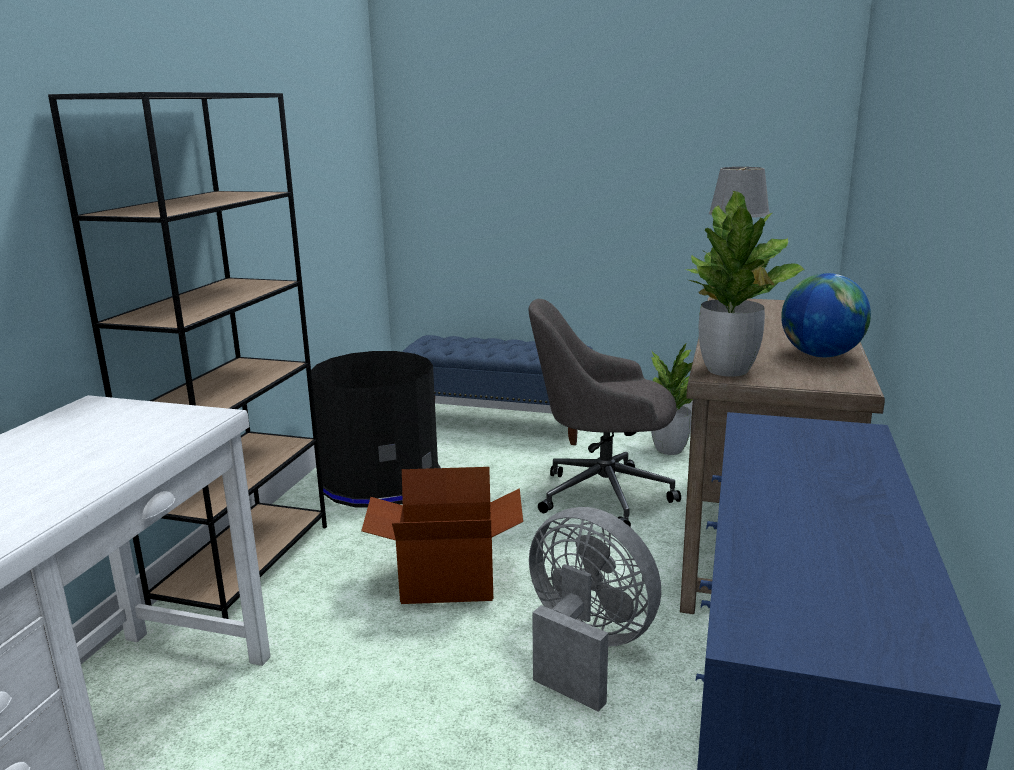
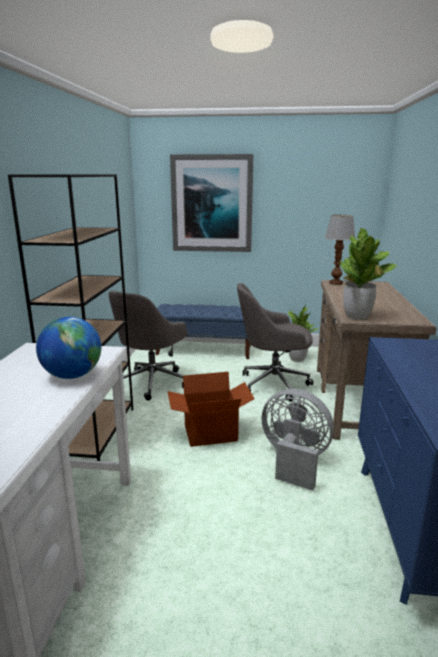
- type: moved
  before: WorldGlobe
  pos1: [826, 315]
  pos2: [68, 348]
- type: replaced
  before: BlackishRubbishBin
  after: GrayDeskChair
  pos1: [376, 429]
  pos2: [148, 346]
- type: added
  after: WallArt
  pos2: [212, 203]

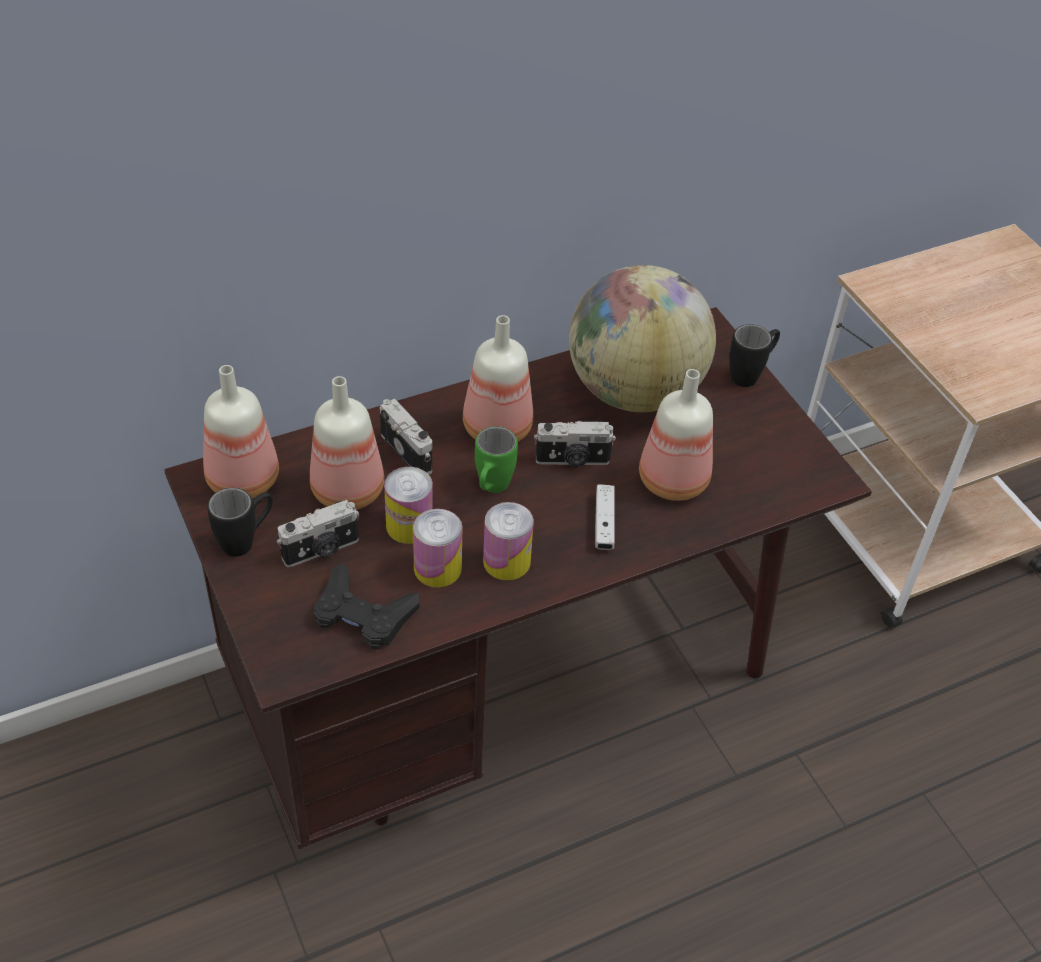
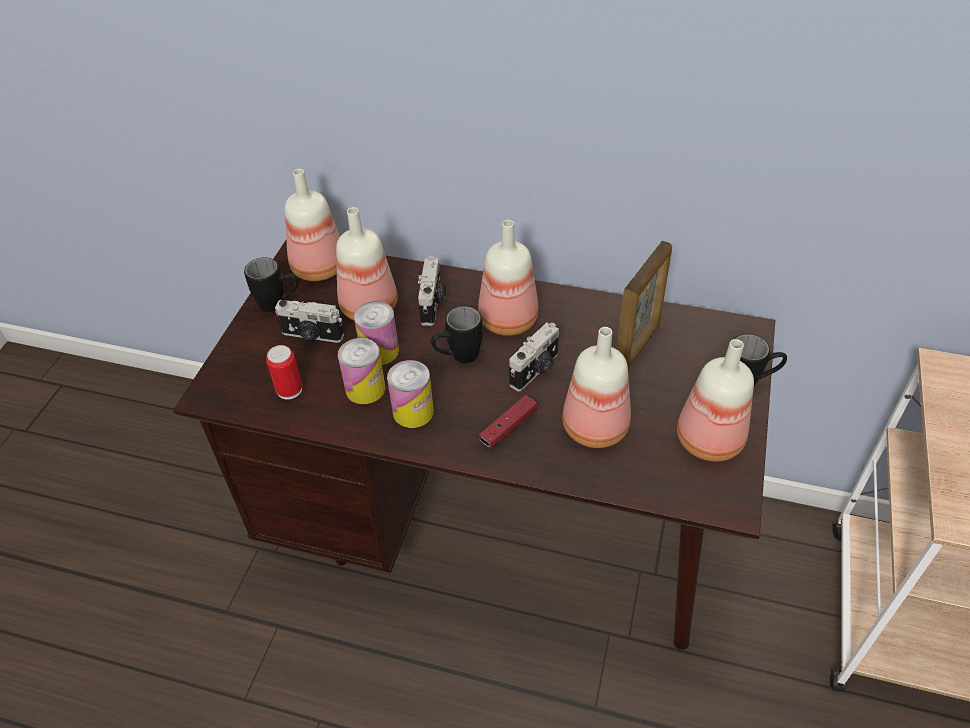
- type: replaced
  before: BlackishGamepad
  after: SealedCan
  pos1: [366, 605]
  pos2: [284, 372]
- type: recoloured
  before: GreenColouredCoffeeMug
  after: BlackishCoffeeMug
  pos1: [496, 459]
  pos2: [457, 335]
- type: recoloured
  before: WhitishGamepad
  after: RedGamepad
  pos1: [605, 517]
  pos2: [508, 421]
- type: turned
  before: PhotoCamera
  pos1: [575, 444]
  pos2: [534, 357]
  turn: -90
- type: replaced
  before: WorldGlobe
  after: PhotoFrame
  pos1: [642, 338]
  pos2: [644, 304]
- type: added
  after: Bottle
  pos2: [715, 400]

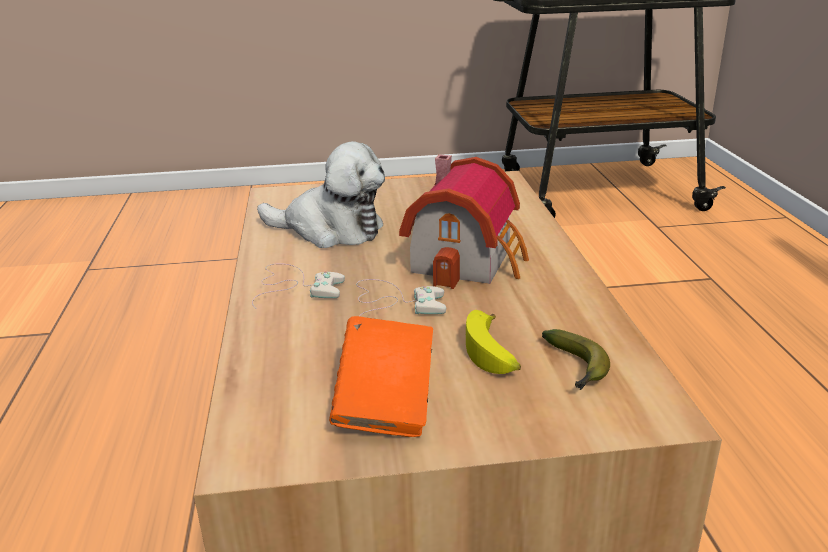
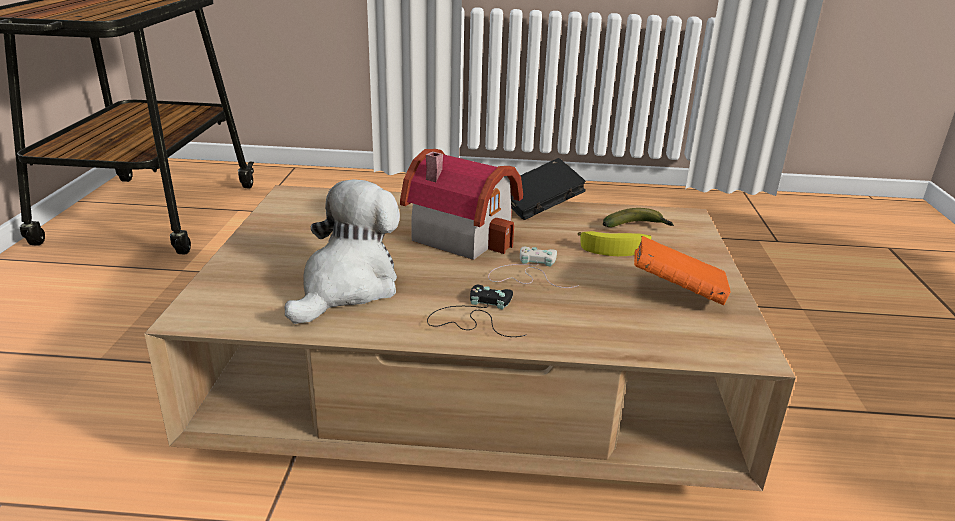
- type: recoloured
  before: WhitishGamepad
  after: BlackishGamepad
  pos1: [298, 286]
  pos2: [476, 311]
- type: added
  after: BlackishVolume
  pos2: [548, 189]

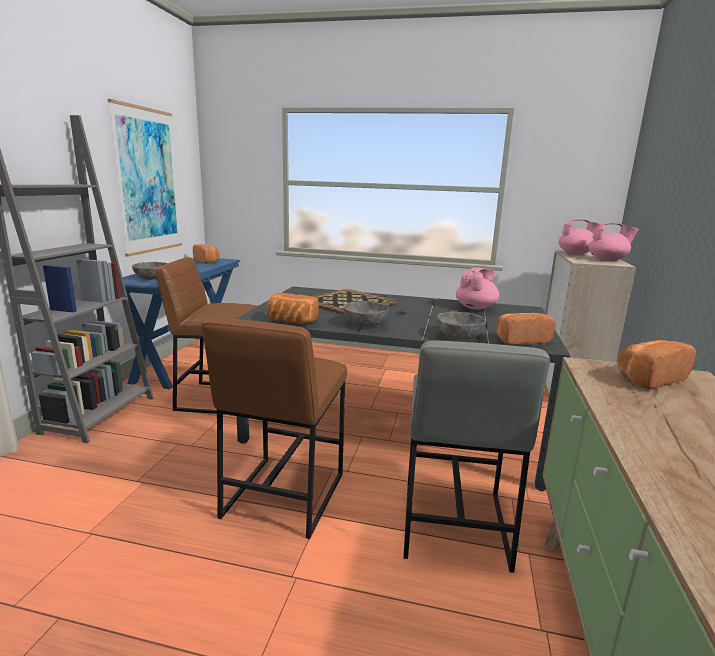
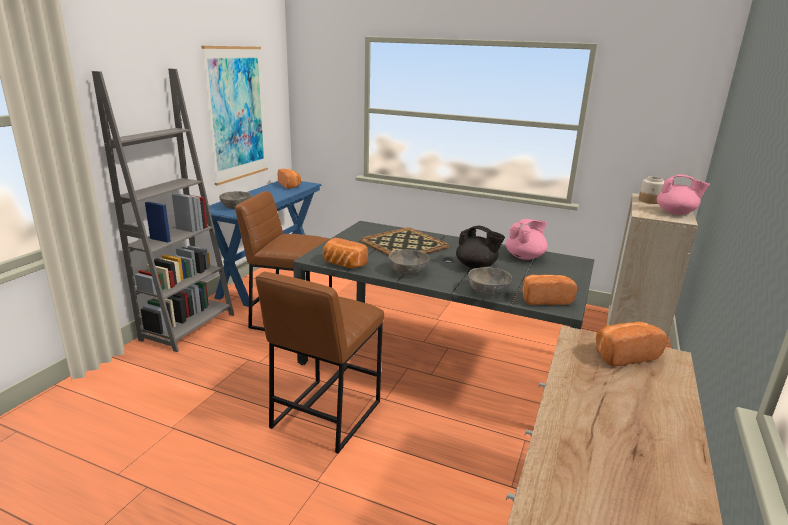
- type: added
  after: BlackishTeaPot
  pos2: [480, 247]
- type: replaced
  before: PinkTeaPot
  after: PreserveJar
  pos1: [581, 237]
  pos2: [651, 190]
- type: removed
  before: GrayUprightChair
  pos1: [476, 456]

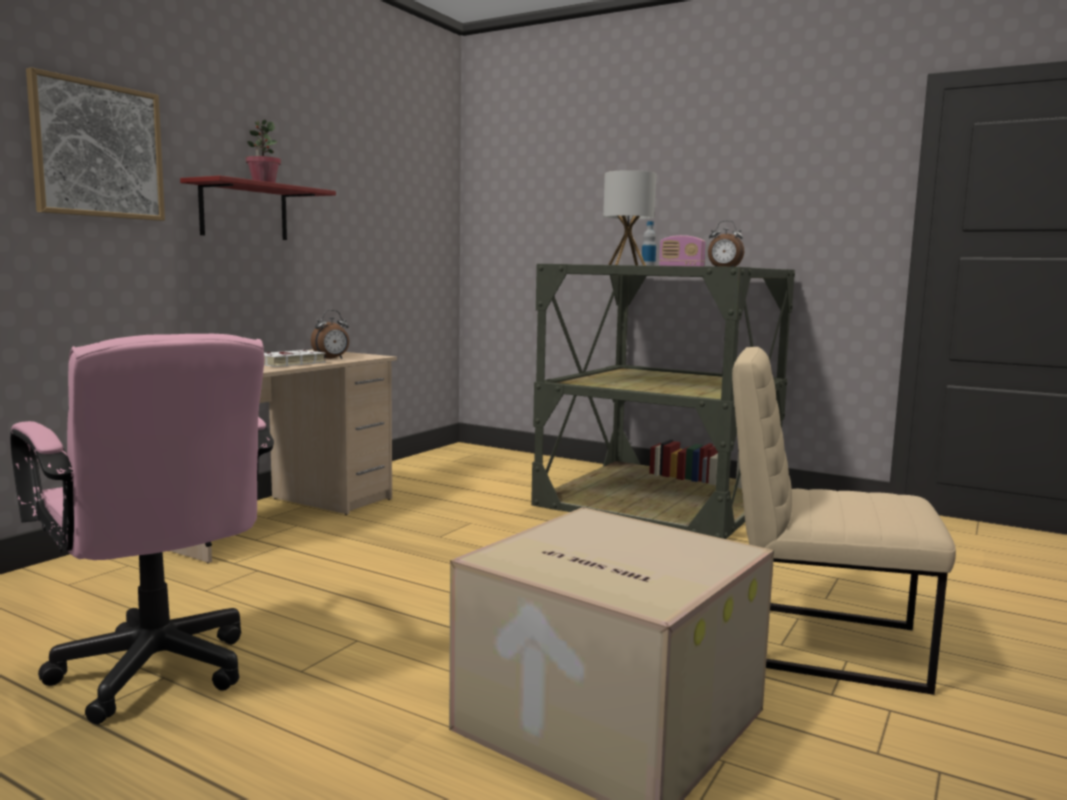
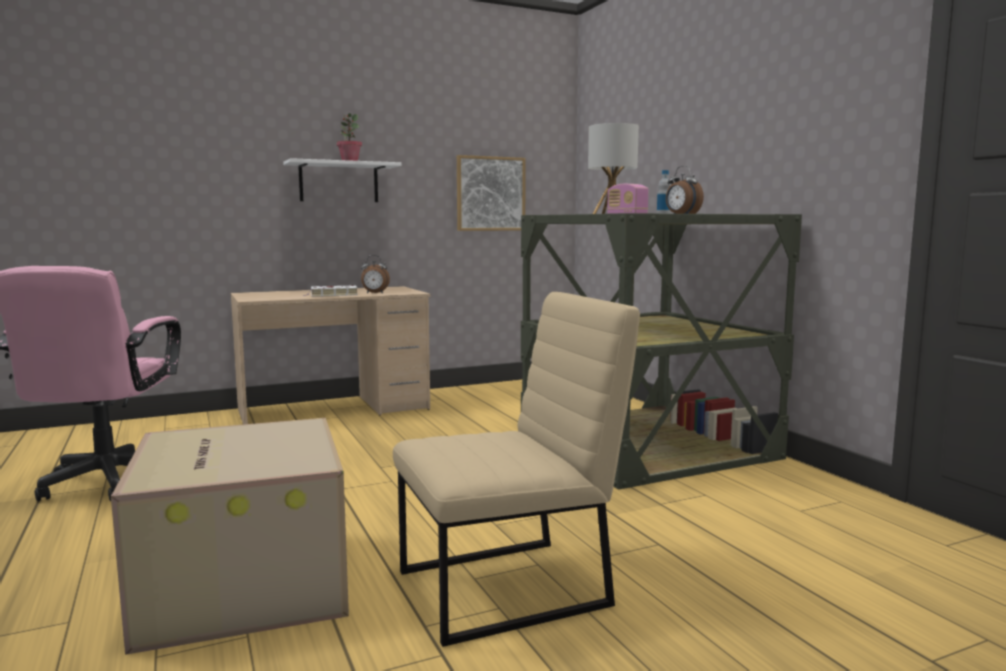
- type: recoloured
  before: RedWallShelf
  after: WhitishWallShelf
  pos1: [258, 208]
  pos2: [342, 180]
- type: turned
  before: SandColouredUprightChair
  pos1: [844, 521]
  pos2: [516, 469]
  turn: 105
- type: moved
  before: WallArt
  pos1: [95, 144]
  pos2: [491, 193]

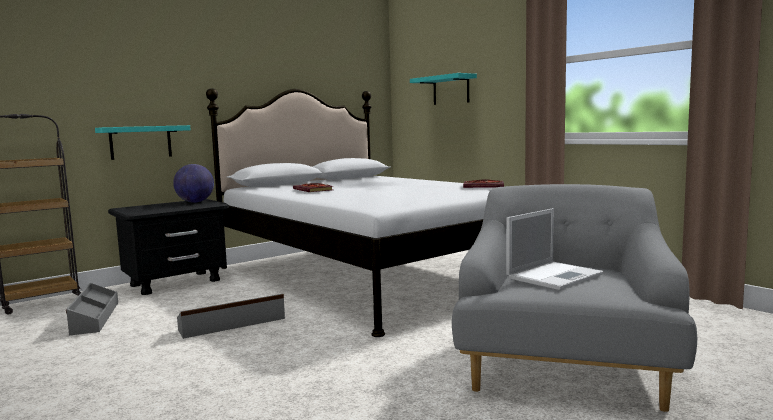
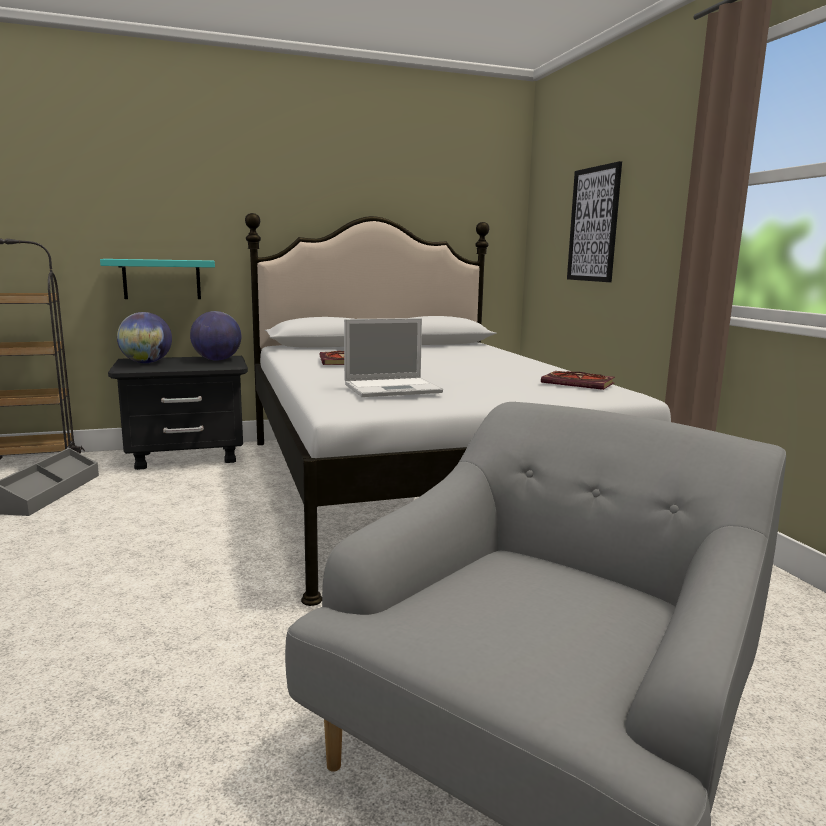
- type: added
  after: WorldGlobe
  pos2: [144, 337]
- type: moved
  before: NotebookComputer
  pos1: [555, 249]
  pos2: [393, 357]
- type: replaced
  before: TurquoiseColouredWallShelf
  after: WallArt
  pos1: [443, 89]
  pos2: [594, 221]
- type: removed
  before: GrayStorageBox
  pos1: [231, 316]

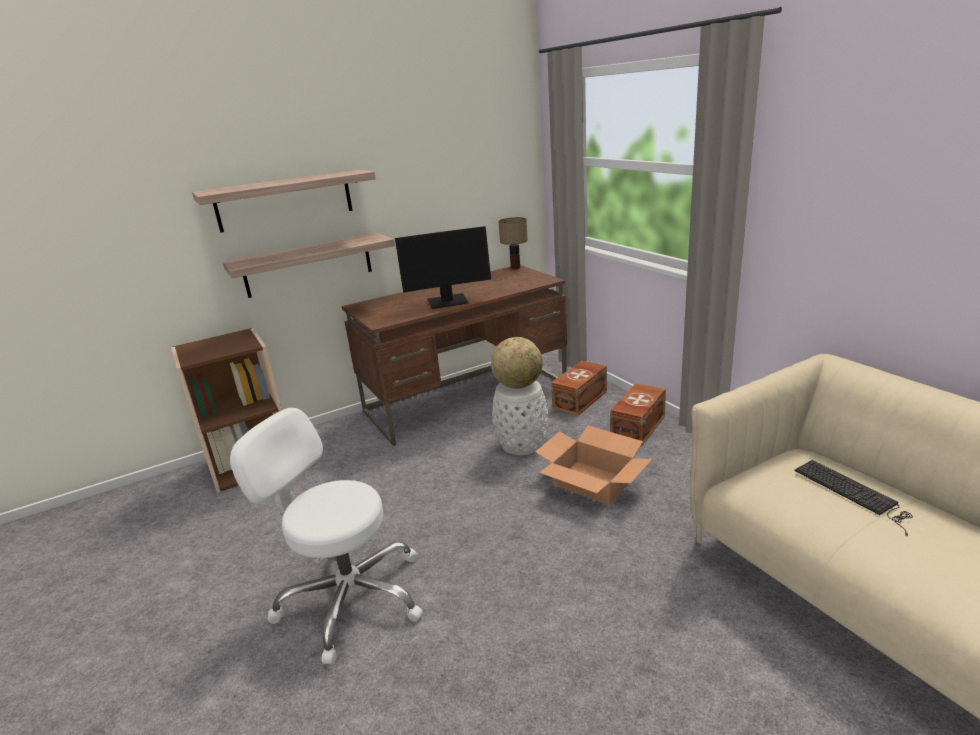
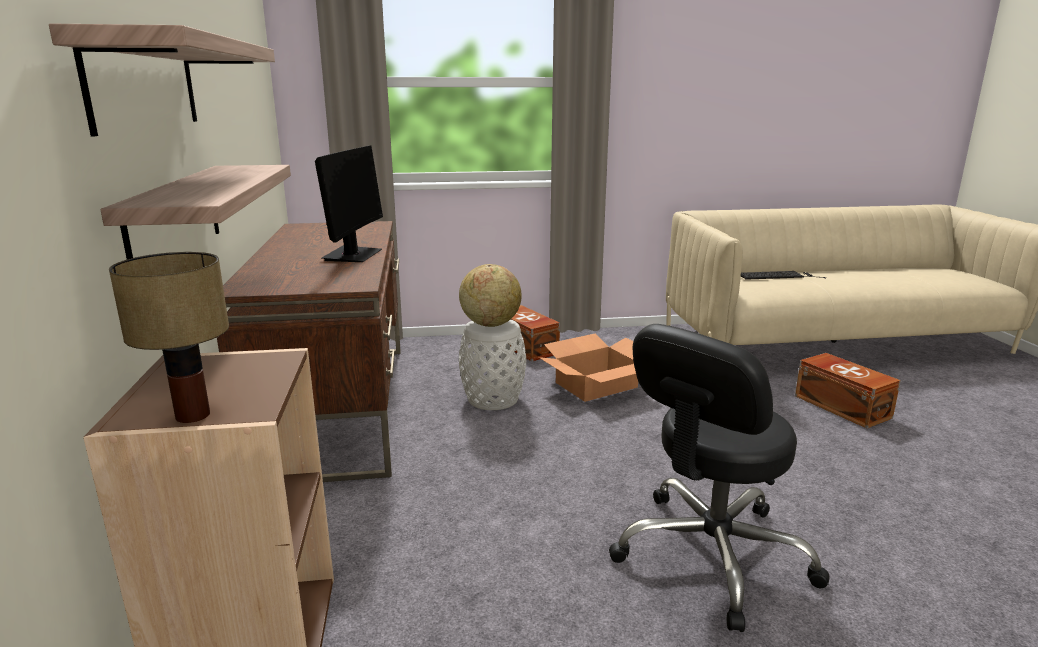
- type: moved
  before: TabletopLamp
  pos1: [513, 243]
  pos2: [169, 337]
- type: recoloured
  before: WhitishDeskChair
  after: BlackishDeskChair
  pos1: [326, 536]
  pos2: [719, 478]
- type: moved
  before: BrownishStorageBox
  pos1: [579, 388]
  pos2: [848, 390]

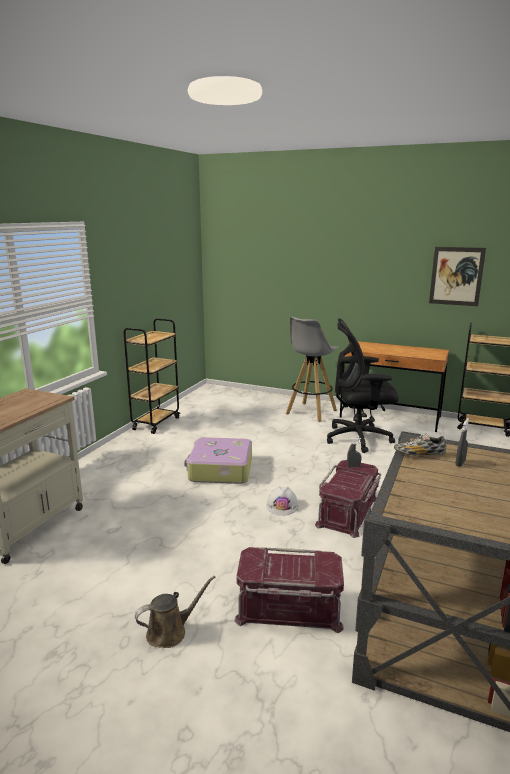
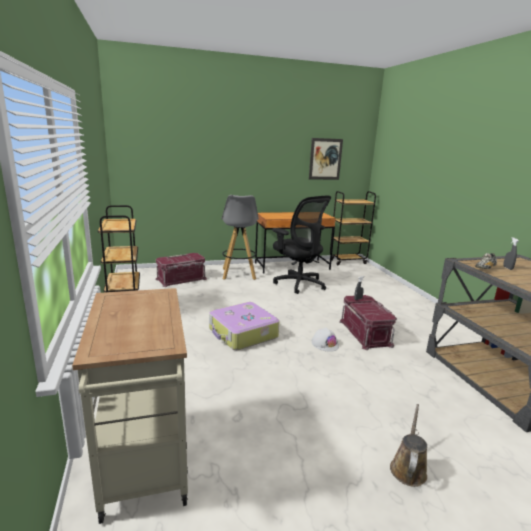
- type: moved
  before: RedStorageBox
  pos1: [289, 590]
  pos2: [181, 270]
- type: turned
  before: BlackishDeskChair
  pos1: [363, 386]
  pos2: [301, 245]
  turn: -90

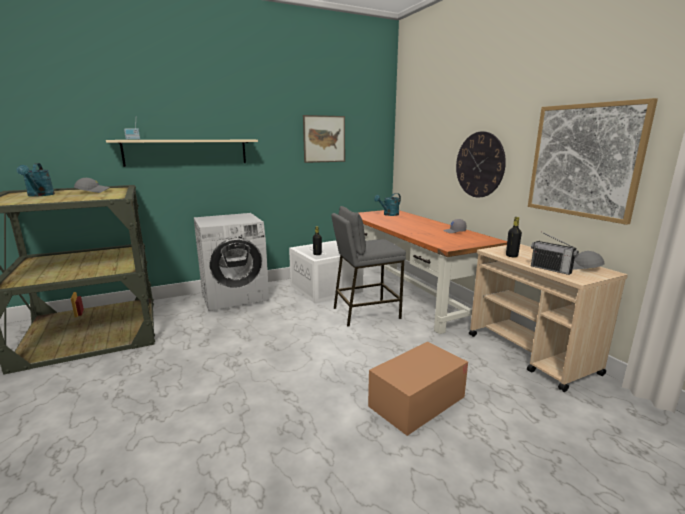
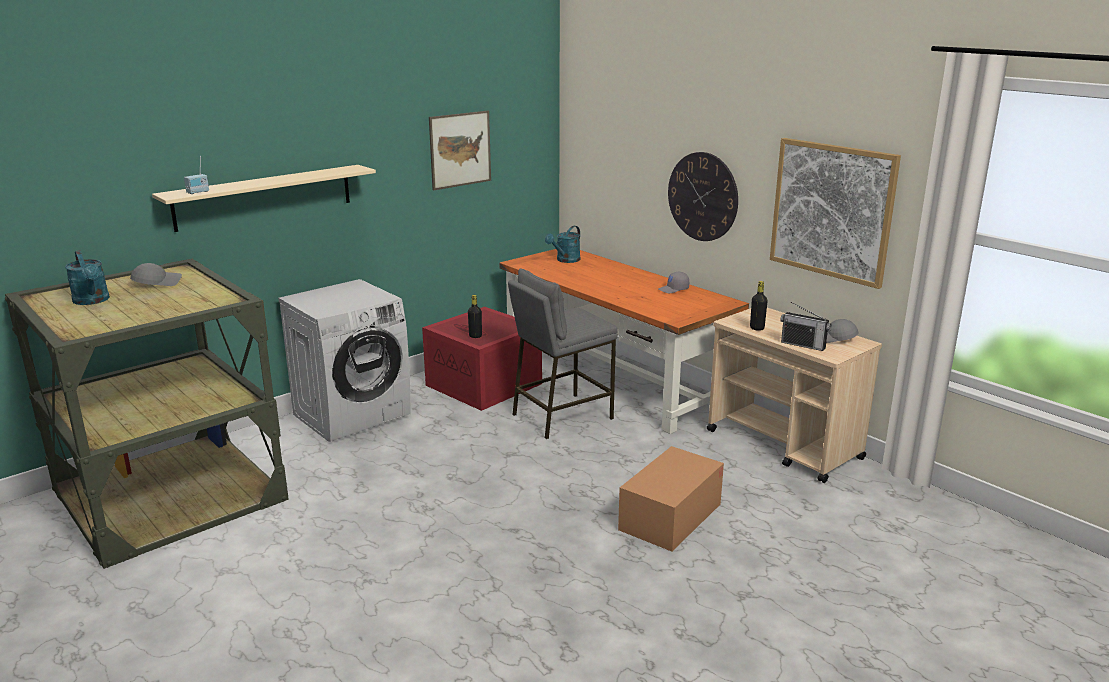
- type: recoloured
  before: WhitishStorageBox
  after: RedStorageBox
  pos1: [326, 272]
  pos2: [482, 359]

